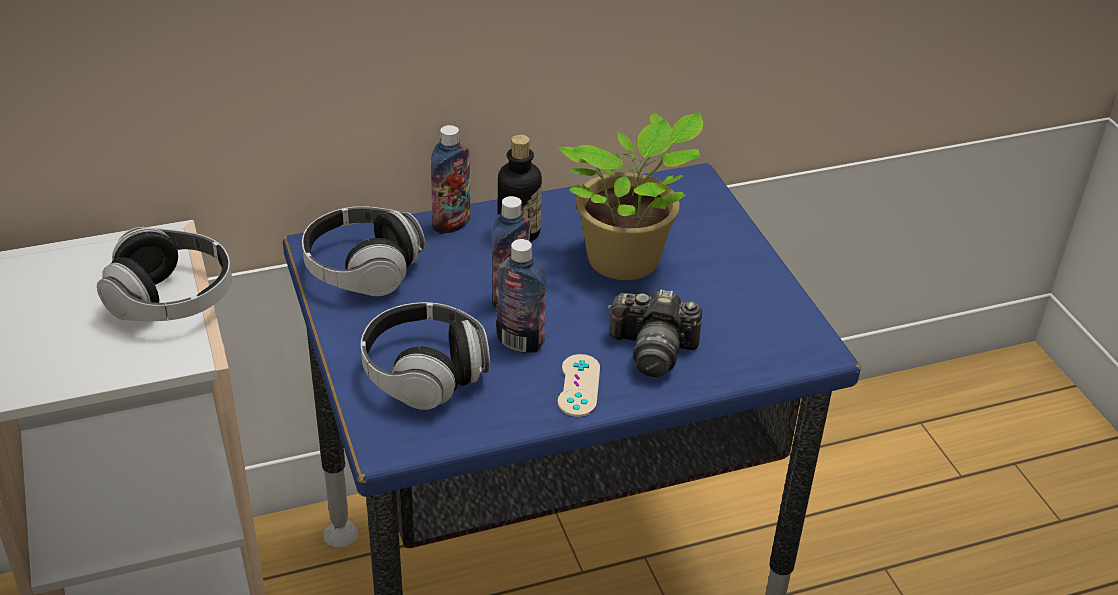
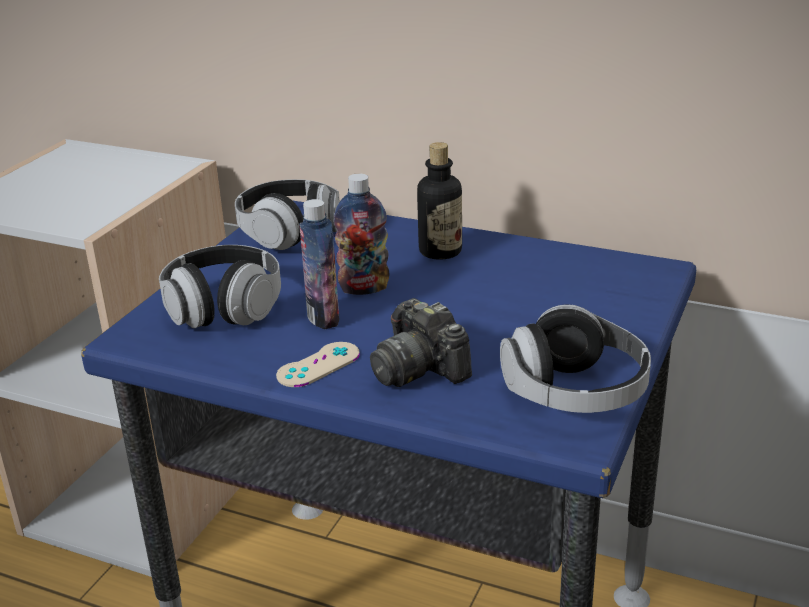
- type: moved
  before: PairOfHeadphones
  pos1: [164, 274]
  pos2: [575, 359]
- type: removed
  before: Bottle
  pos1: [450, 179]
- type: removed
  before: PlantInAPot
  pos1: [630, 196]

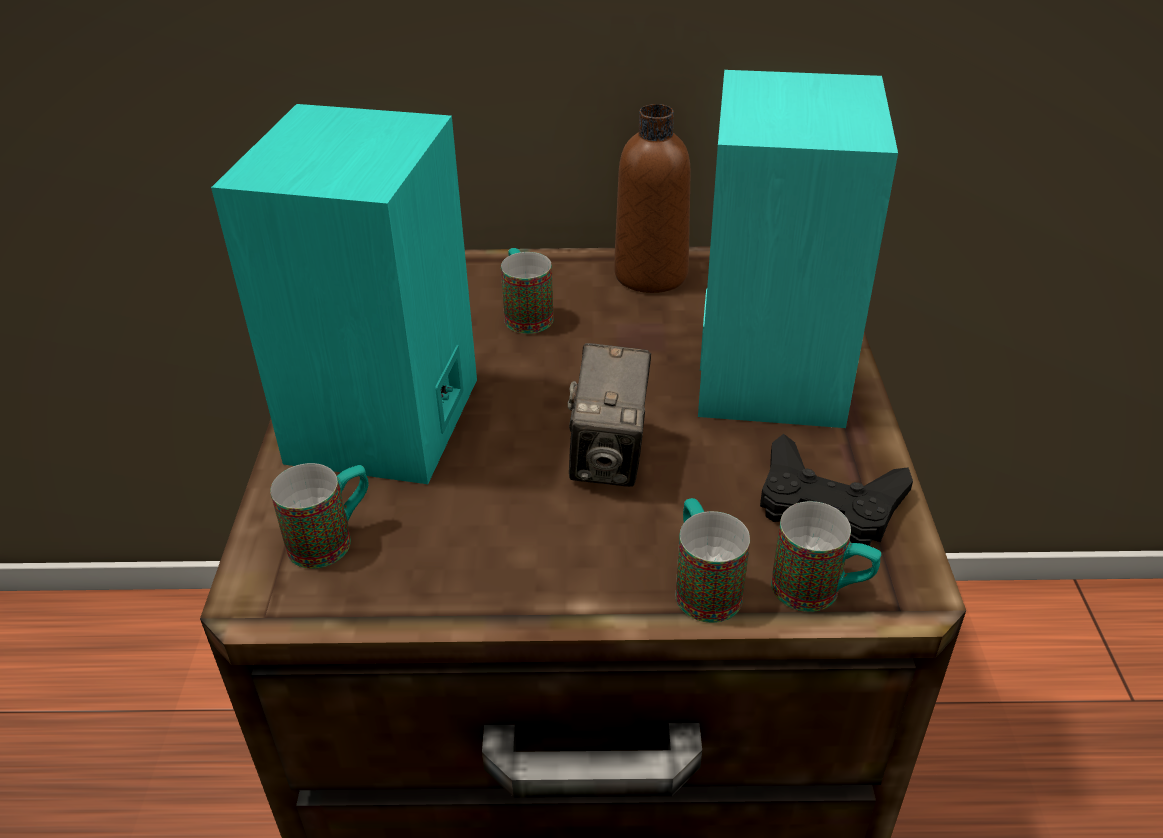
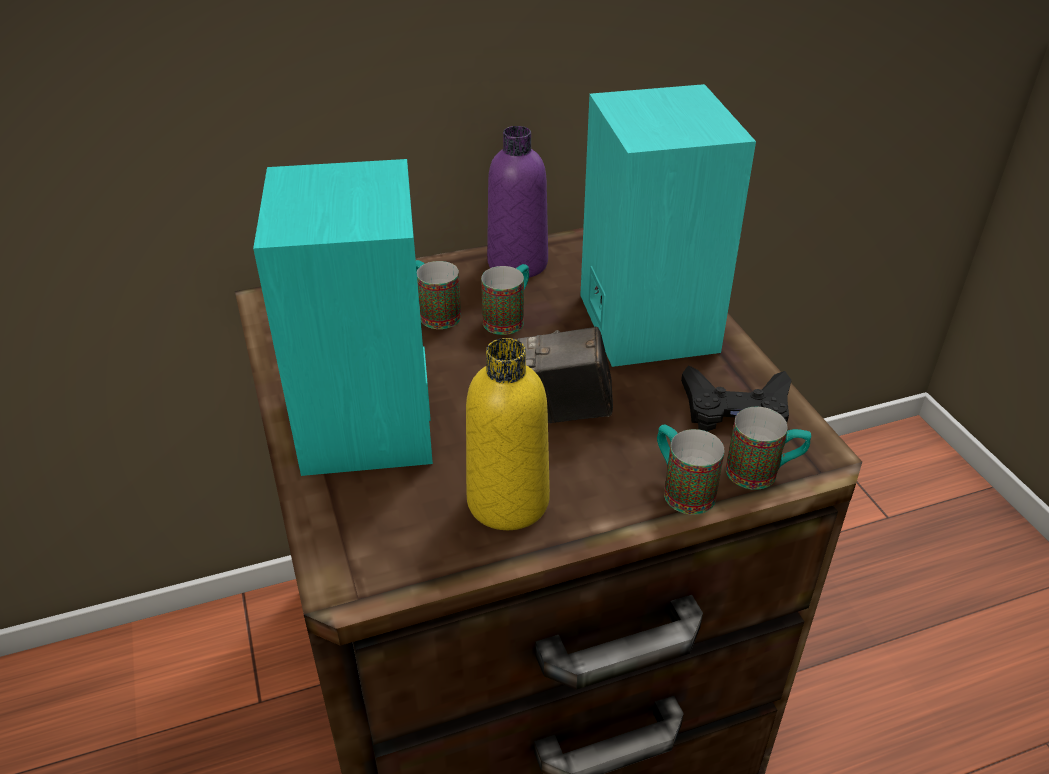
- type: added
  after: YellowColouredBottle
  pos2: [508, 434]
- type: moved
  before: CoffeeMug
  pos1: [319, 515]
  pos2: [505, 299]
- type: recoloured
  before: BrownishBottle
  after: PurpleColouredBottle
  pos1: [652, 198]
  pos2: [517, 202]
- type: turned
  before: PhotoCamera
  pos1: [609, 415]
  pos2: [565, 374]
  turn: 105

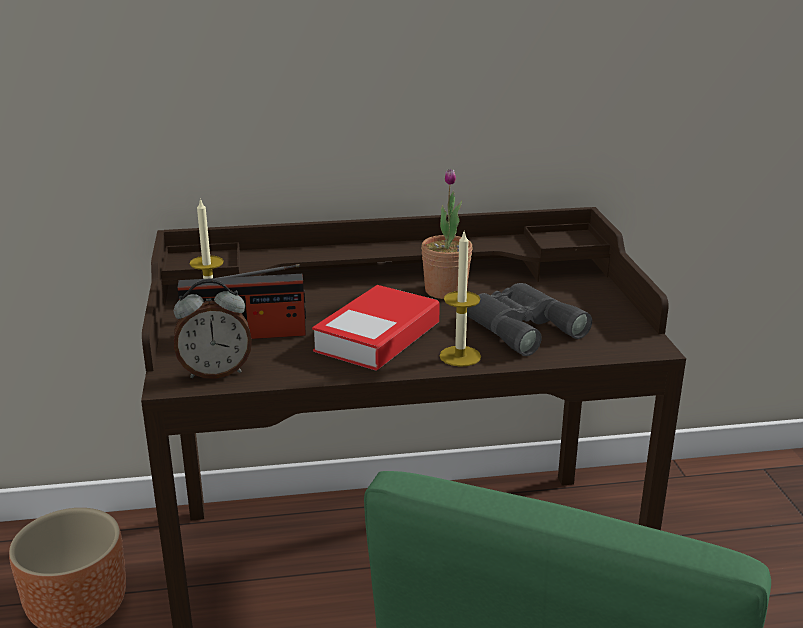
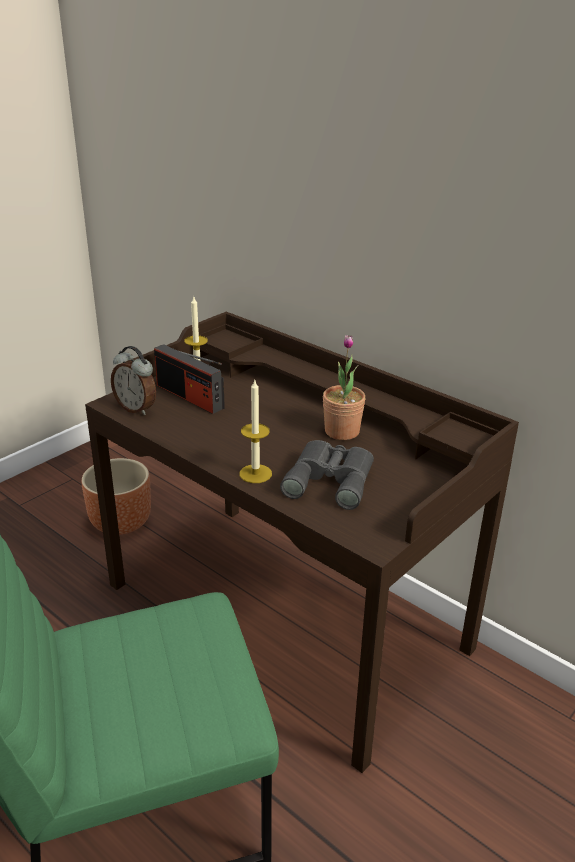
- type: removed
  before: Volume
  pos1: [376, 328]

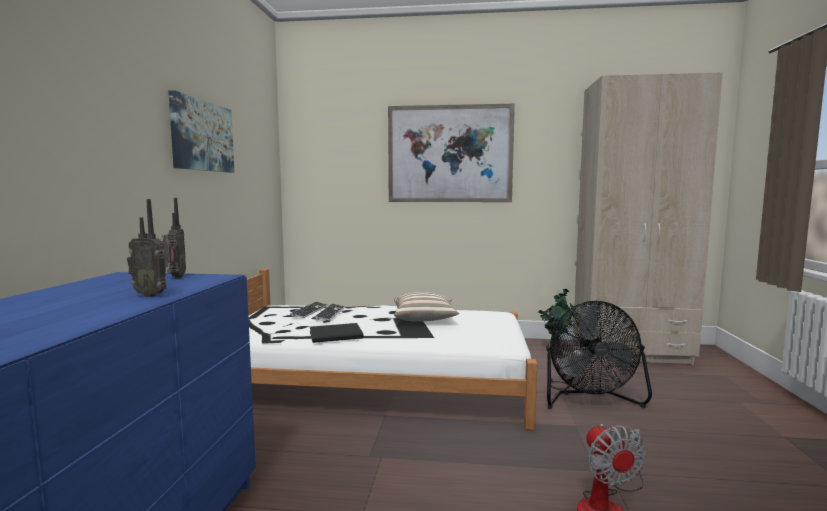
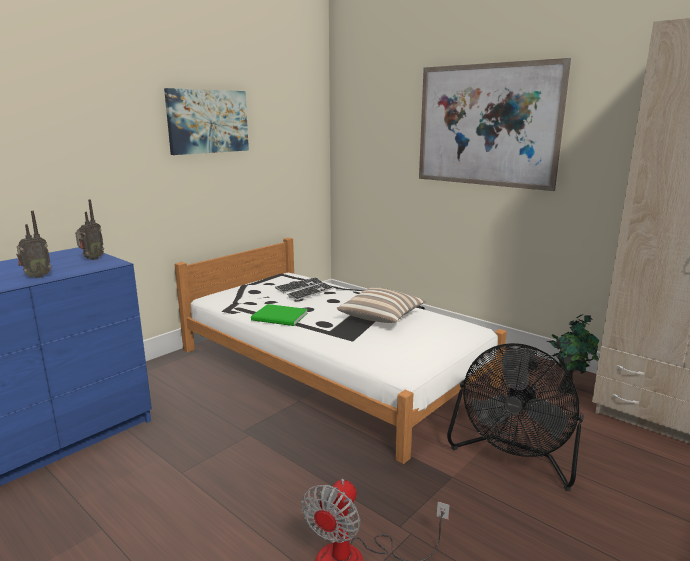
- type: turned
  before: RadioSet
  pos1: [147, 248]
  pos2: [34, 244]
  turn: -90
- type: recoloured
  before: BlackishVolume
  after: GreenColouredVolume
  pos1: [337, 333]
  pos2: [279, 315]

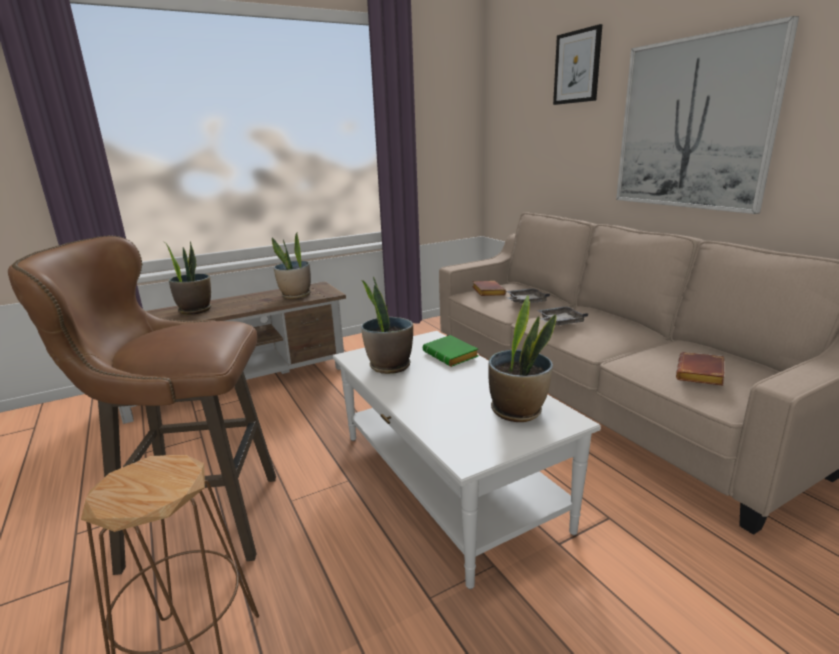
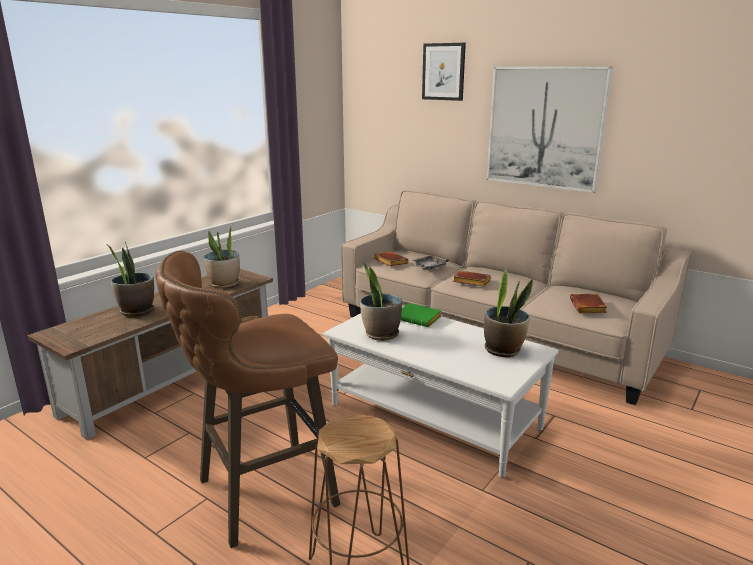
- type: replaced
  before: GrayCarryingTray
  after: BrownishVolume
  pos1: [562, 315]
  pos2: [472, 279]

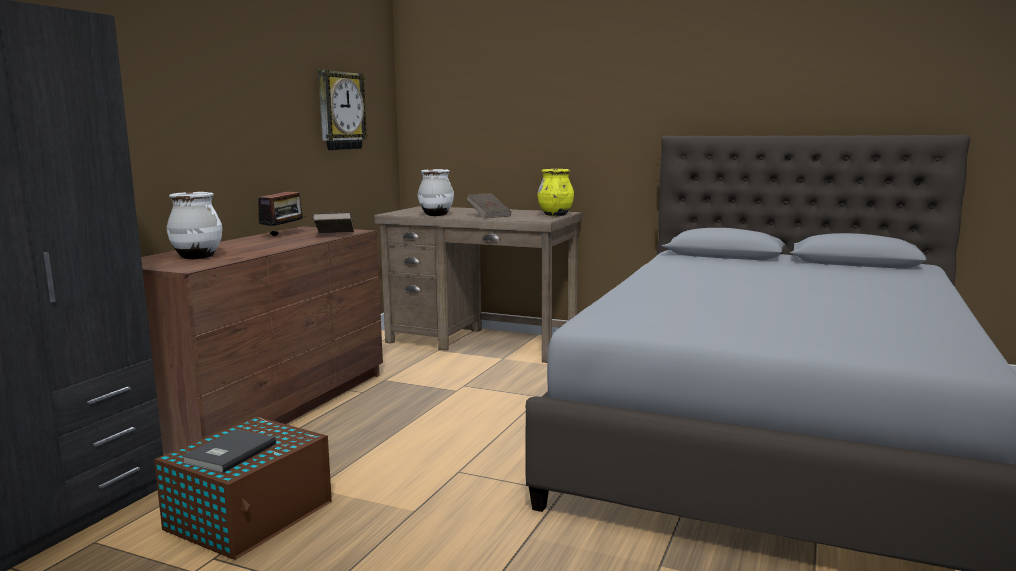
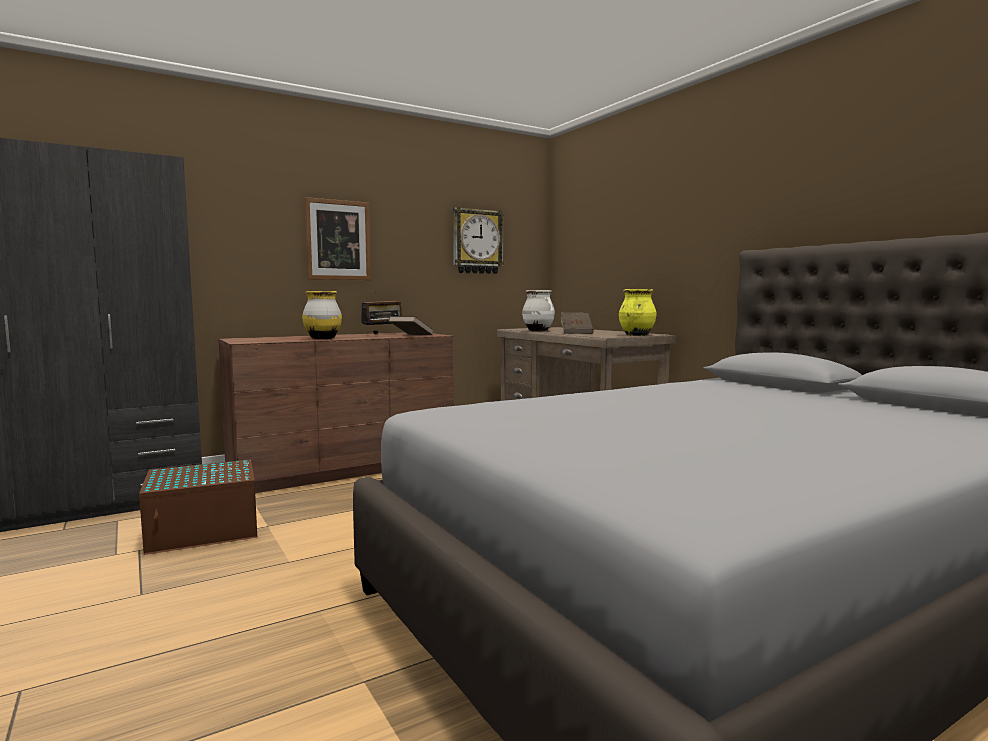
- type: added
  after: YellowColouredVase
  pos2: [322, 315]
- type: added
  after: WallArt
  pos2: [338, 238]
- type: removed
  before: WhitishVase
  pos1: [194, 225]
- type: removed
  before: GrayVolume
  pos1: [228, 451]

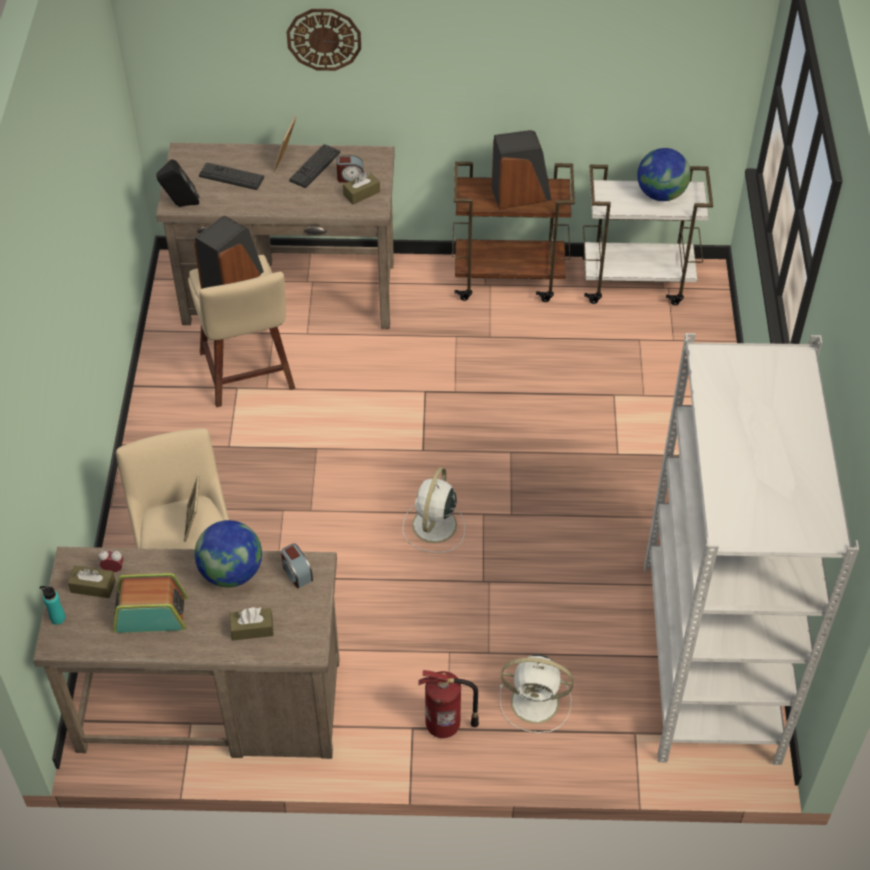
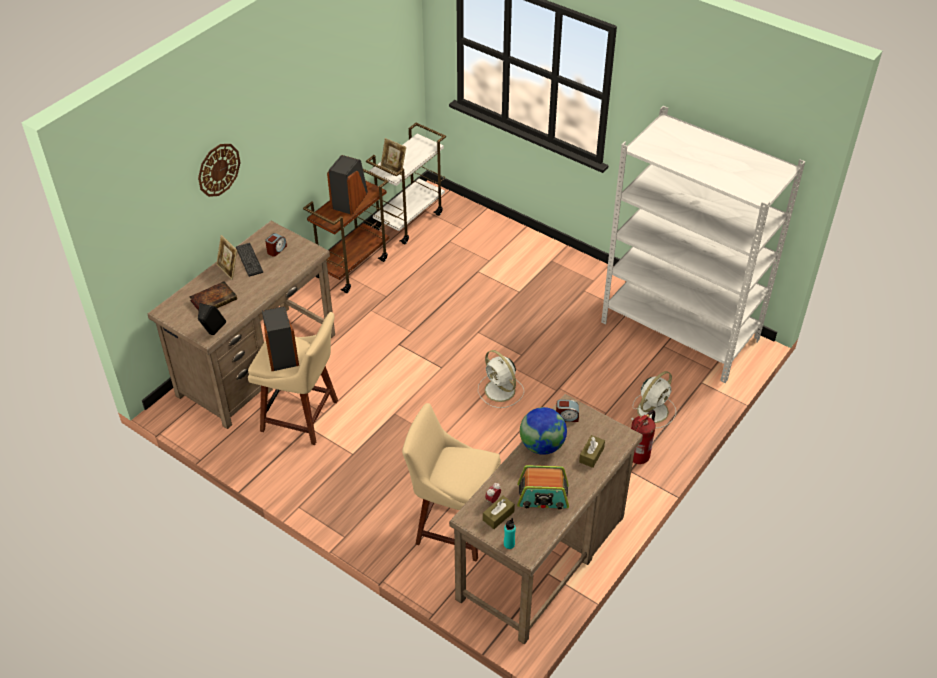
- type: replaced
  before: Keyboard
  after: Volume
  pos1: [231, 176]
  pos2: [213, 296]
- type: moved
  before: PhotoFrame
  pos1: [192, 508]
  pos2: [393, 156]
- type: turned
  before: RadioSet
  pos1: [150, 603]
  pos2: [543, 487]
  turn: -120
- type: removed
  before: BrownishTissueHolder
  pos1: [361, 188]
- type: removed
  before: WorldGlobe
  pos1: [664, 174]

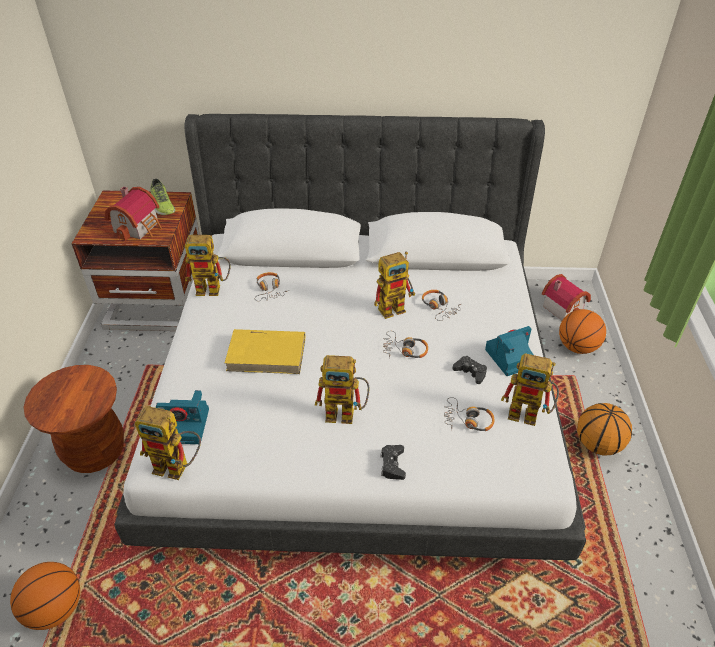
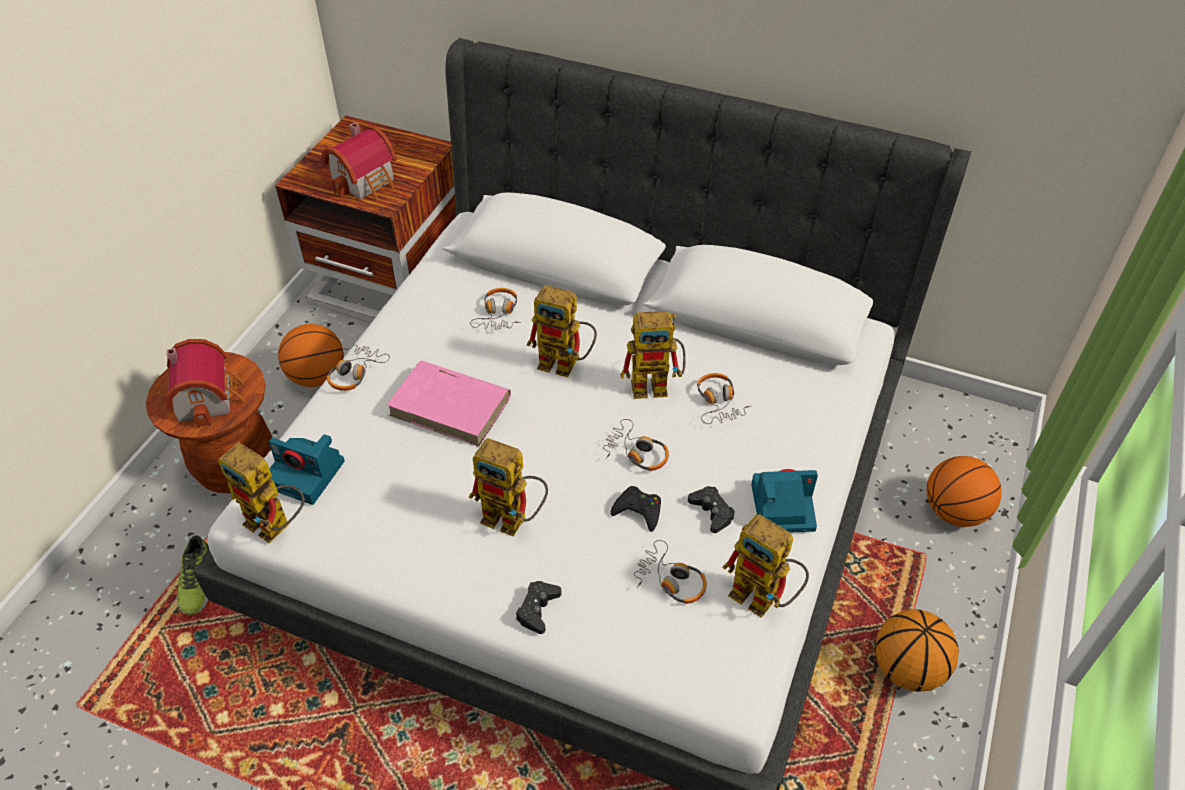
- type: moved
  before: ToyHouse
  pos1: [566, 297]
  pos2: [205, 383]
- type: moved
  before: Shoe
  pos1: [162, 197]
  pos2: [193, 575]
- type: moved
  before: BasketballBall
  pos1: [45, 596]
  pos2: [311, 355]
- type: added
  after: PairOfHeadphones
  pos2: [358, 368]
- type: recoloured
  before: YellowColouredVolume
  after: PinkVolume
  pos1: [265, 351]
  pos2: [449, 403]
- type: moved
  before: ToyRobot
  pos1: [208, 265]
  pos2: [561, 331]
- type: added
  after: BlackishGamepad
  pos2: [635, 509]

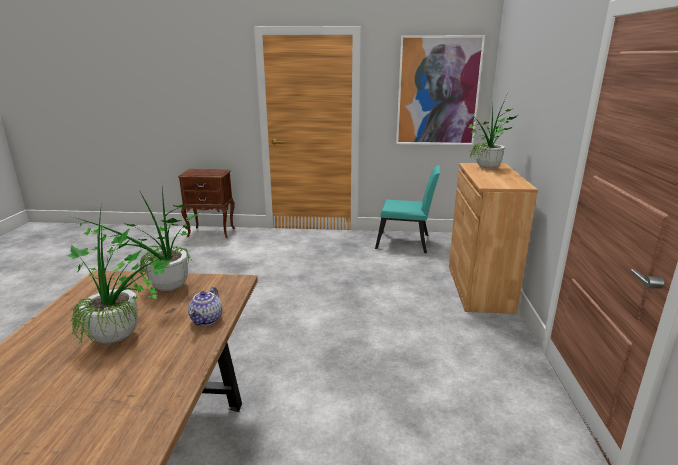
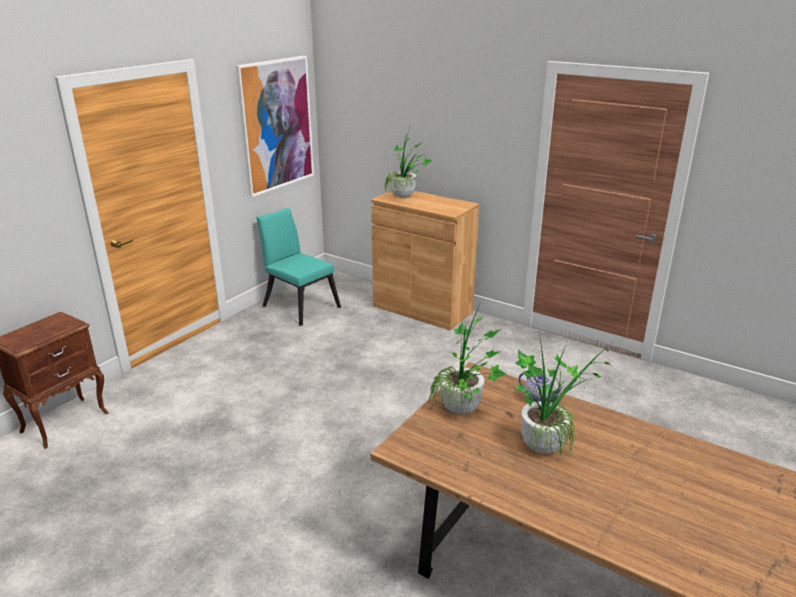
- type: turned
  before: TurquoiseColouredUprightChair
  pos1: [407, 209]
  pos2: [298, 267]
  turn: -90

